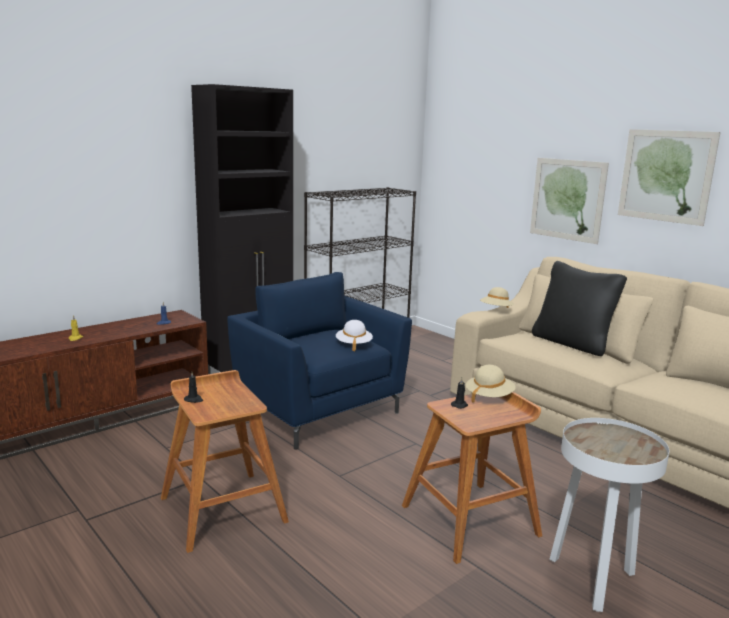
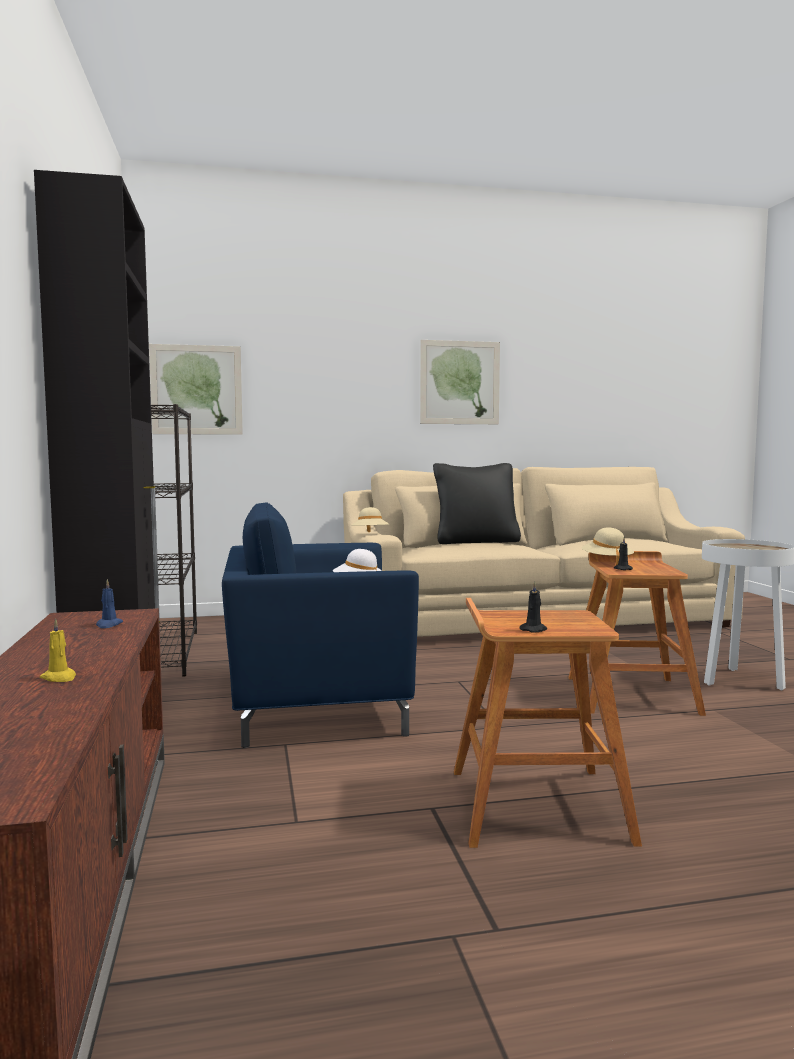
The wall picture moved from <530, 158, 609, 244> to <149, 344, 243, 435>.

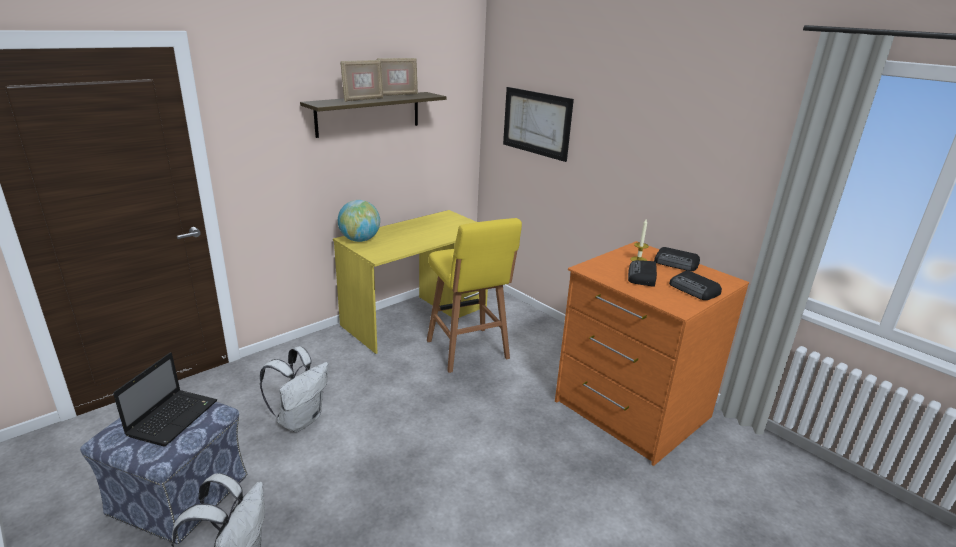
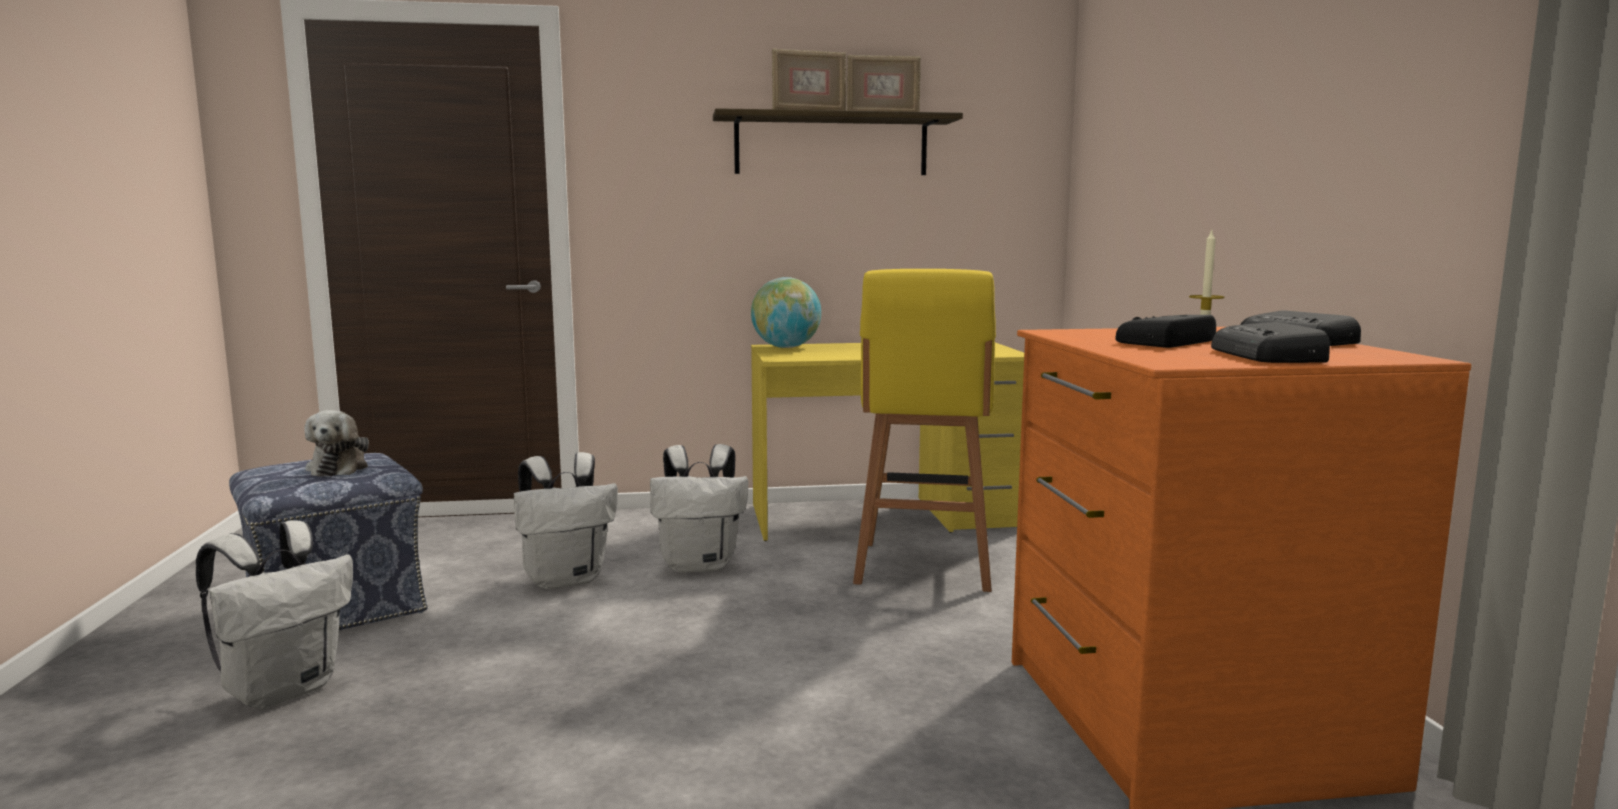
The portable computer at <113, 353, 218, 447> was replaced by the plush toy at <305, 410, 369, 477>. The white knapsack at <650, 444, 748, 573> appeared. The wall picture at <503, 87, 574, 162> disappeared.

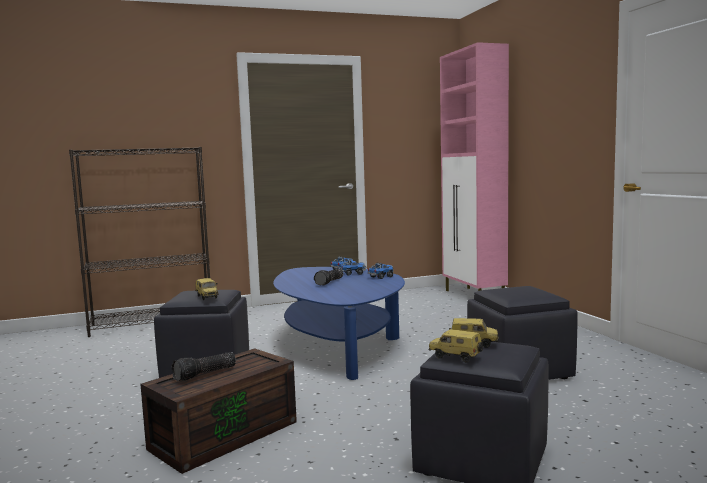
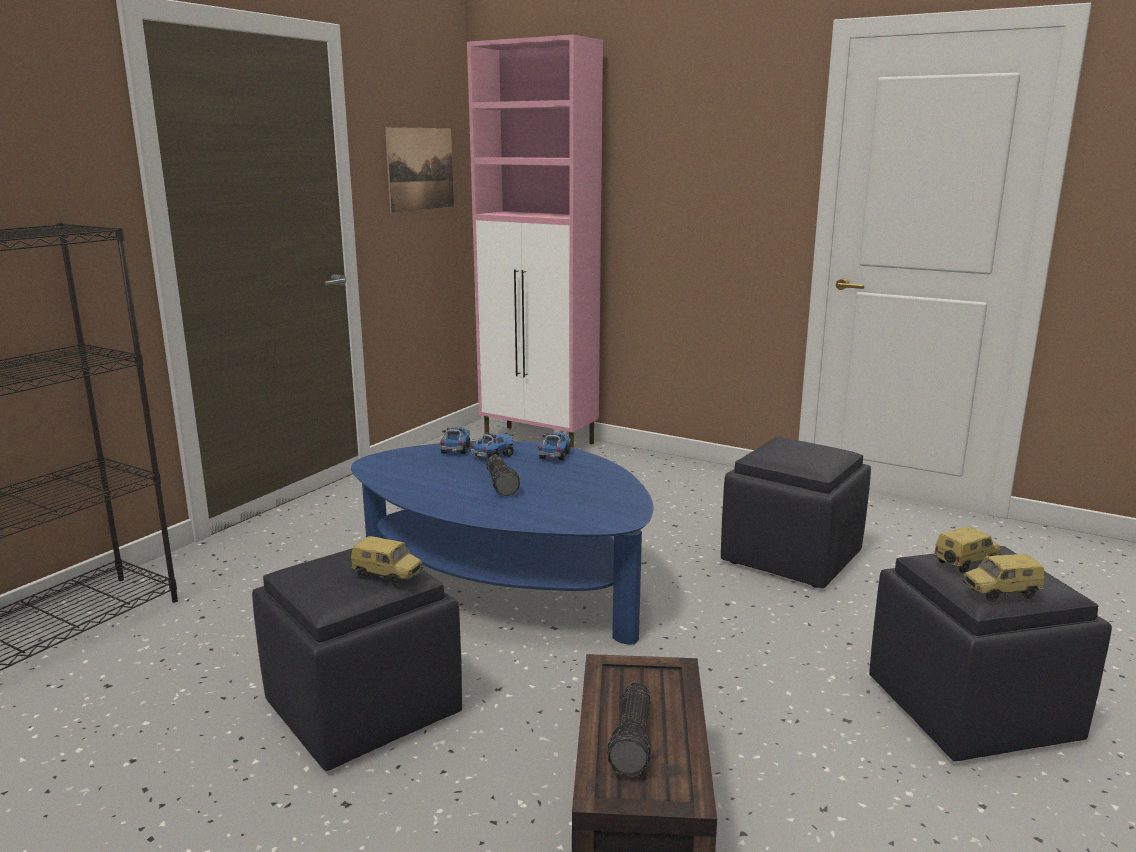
The wall picture at <385, 127, 454, 213> appeared.

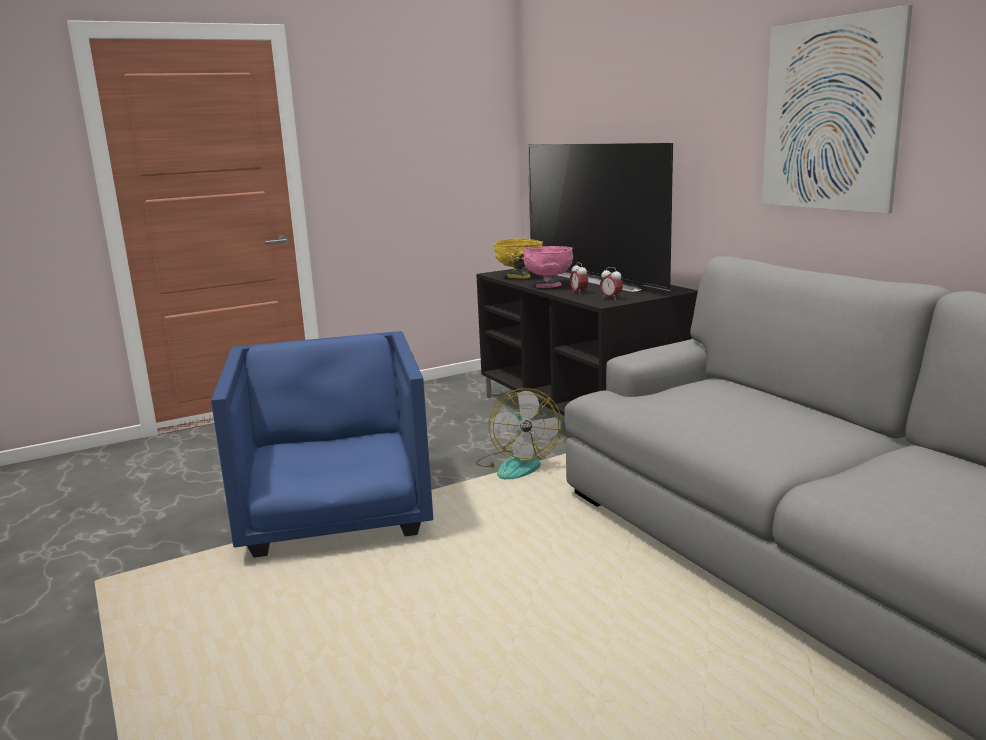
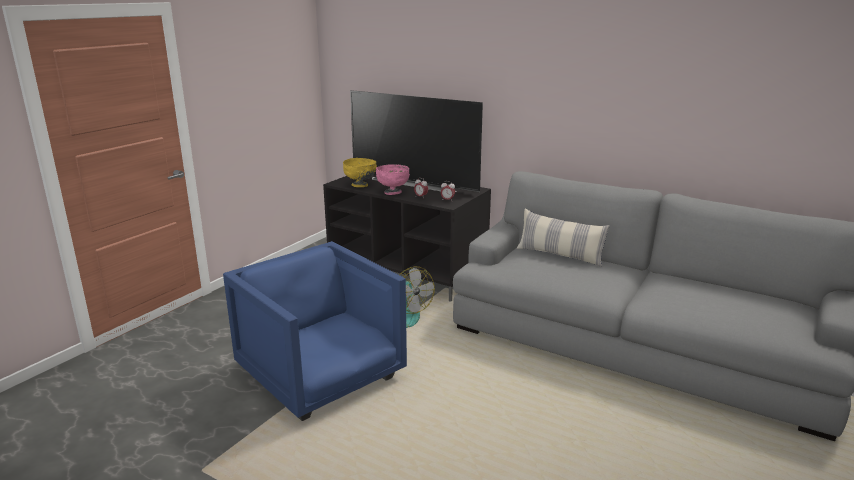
The pillow at <517, 209, 610, 267> appeared. The wall picture at <762, 5, 912, 214> disappeared.

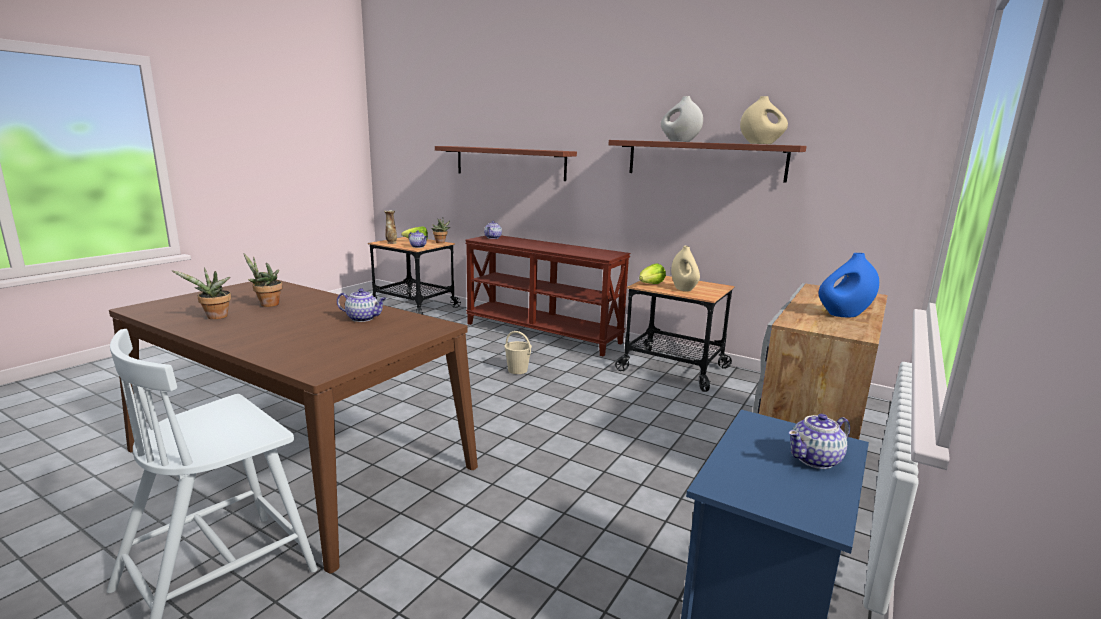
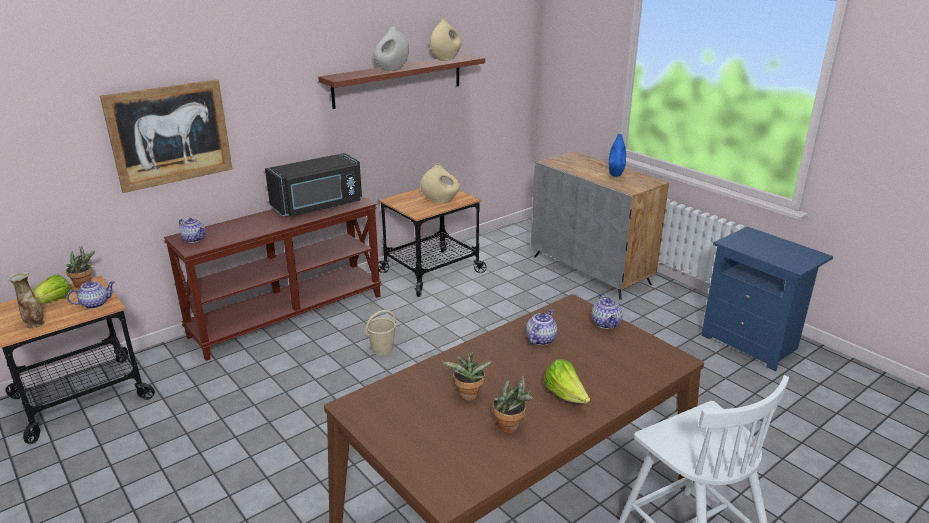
The shelf at <435, 146, 577, 181> was replaced by the wall picture at <100, 79, 232, 193>. The black microwave at <265, 153, 362, 217> appeared. The lettuce moved from <639, 263, 666, 284> to <544, 359, 590, 404>. The tea pot moved from <789, 414, 850, 469> to <592, 294, 623, 329>.

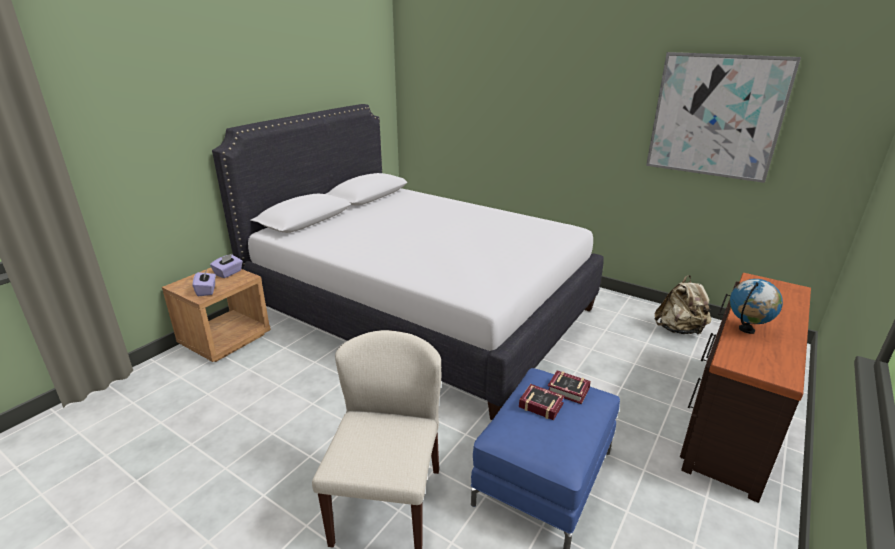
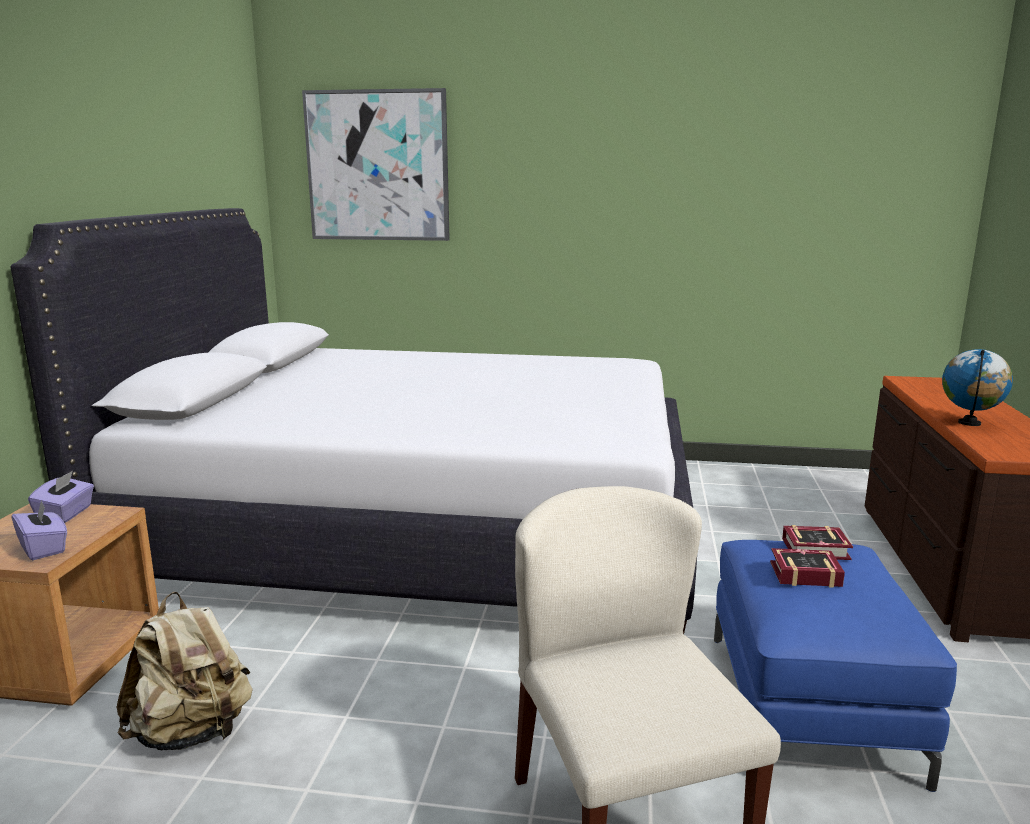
The sand-coloured knapsack moved from <654, 275, 711, 335> to <117, 592, 253, 750>. The wall picture moved from <646, 52, 801, 183> to <302, 88, 450, 241>.

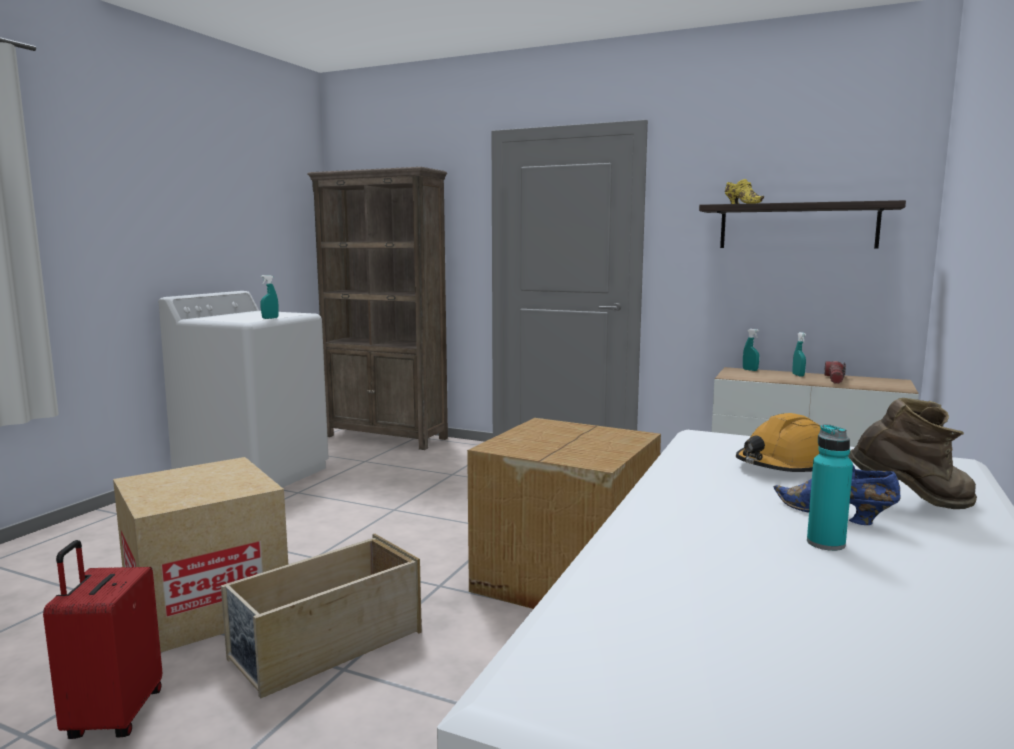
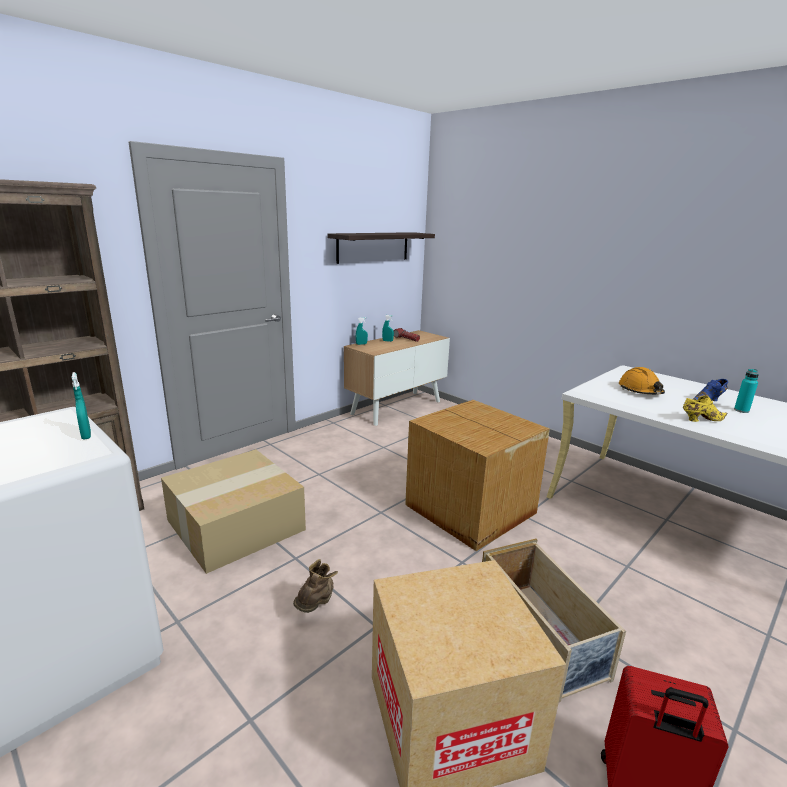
The cardboard box at <161, 449, 306, 574> appeared. The brownish high-top boot moved from <848, 398, 977, 509> to <293, 559, 338, 613>. The yellow shoe moved from <725, 179, 764, 204> to <683, 396, 728, 422>.

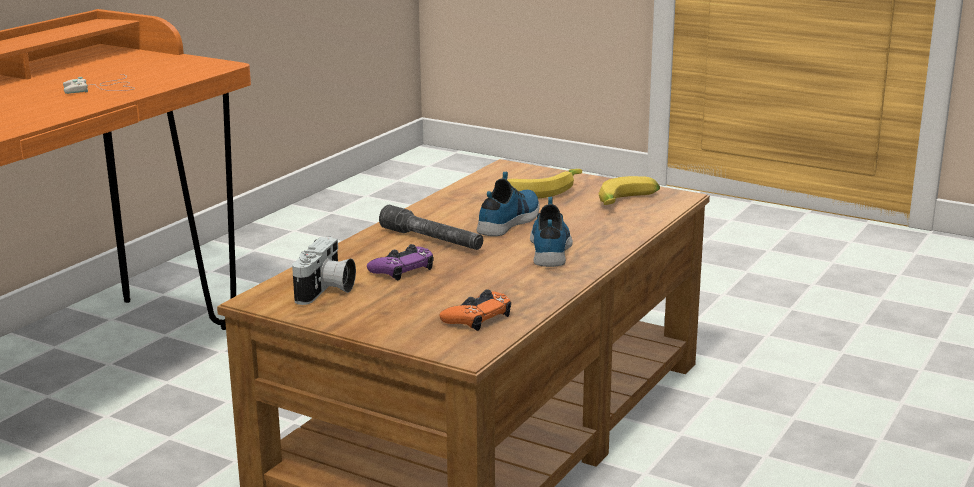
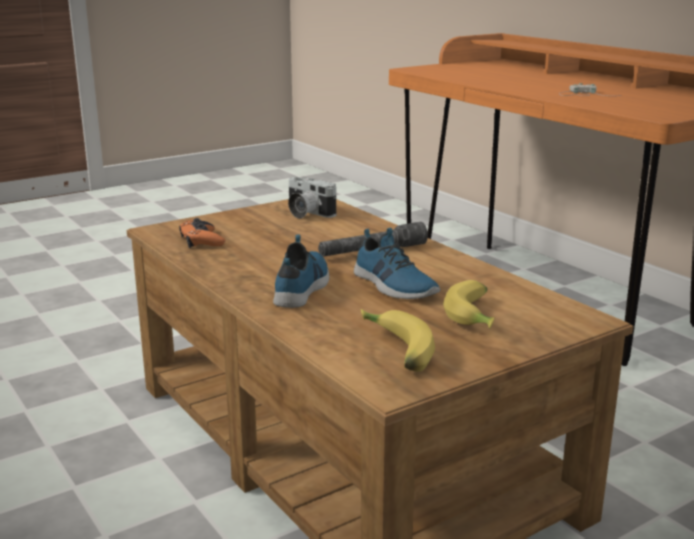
The shoe at <530, 197, 573, 267> turned 105 degrees counterclockwise. The purplish gamepad at <367, 244, 434, 280> disappeared.

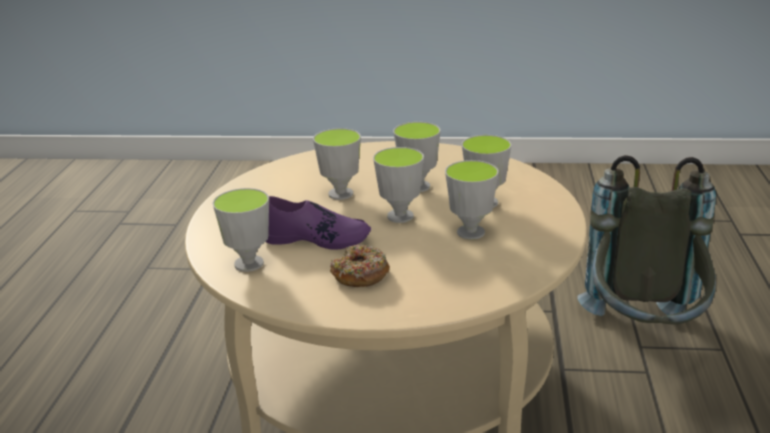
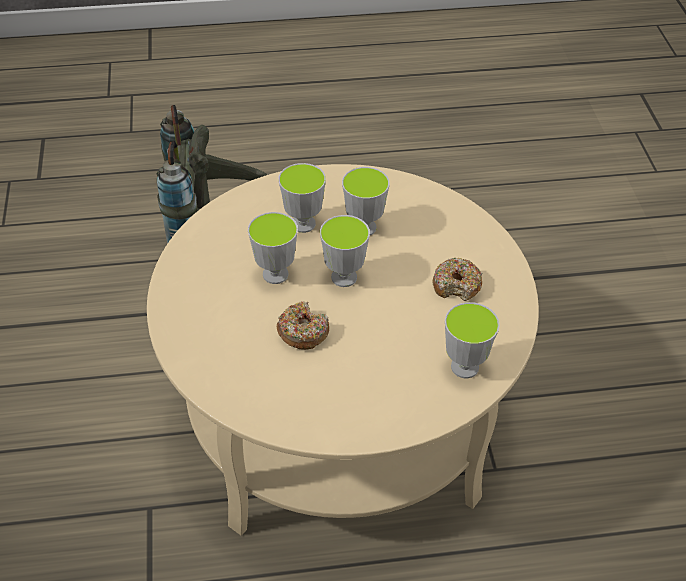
The cup at <313, 128, 361, 200> was replaced by the doughnut at <277, 301, 329, 350>. The purplish shoe at <266, 196, 371, 250> disappeared.

